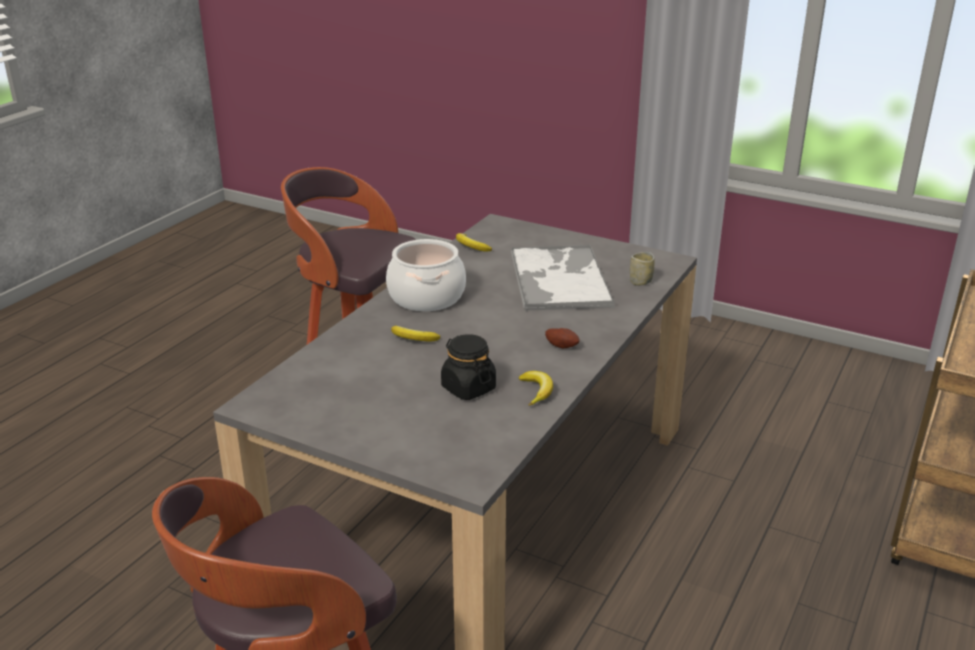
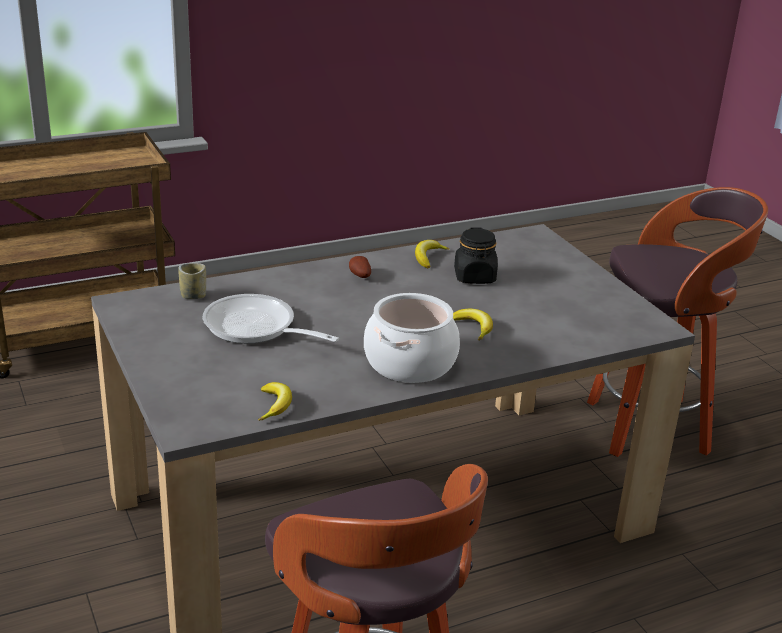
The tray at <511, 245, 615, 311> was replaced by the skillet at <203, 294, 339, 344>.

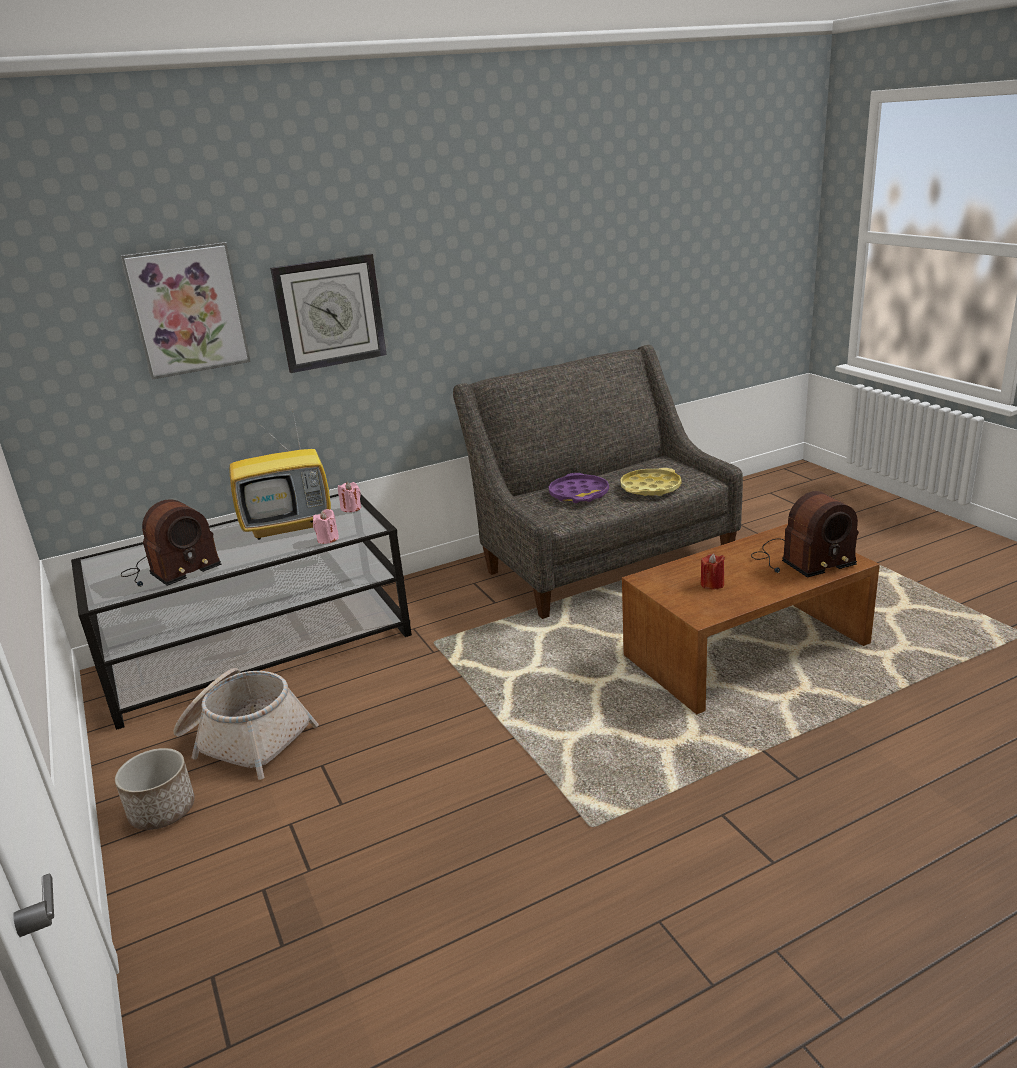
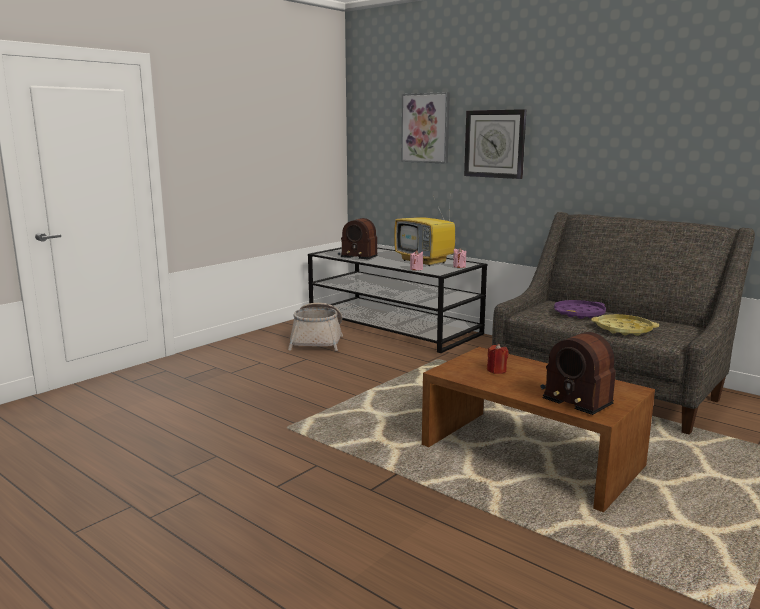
The planter at <115, 748, 195, 830> disappeared.

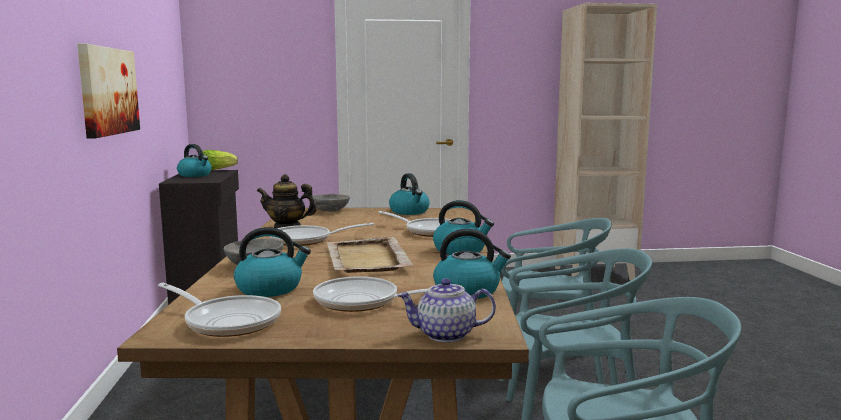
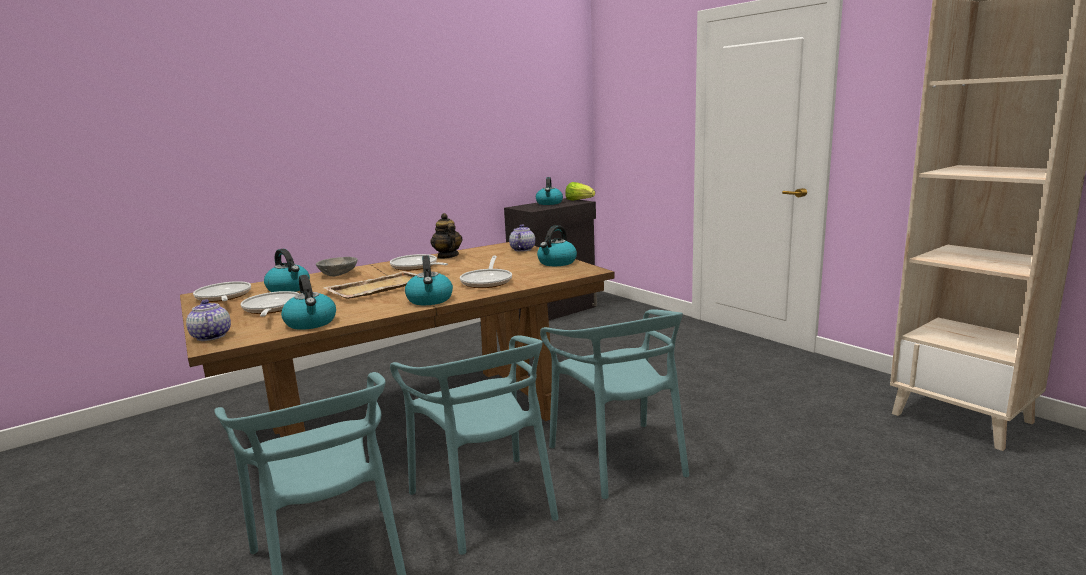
The skillet at <158, 283, 281, 337> turned 150 degrees clockwise. The greyish deep dish at <312, 194, 350, 212> was replaced by the tea pot at <509, 224, 535, 252>. The wall picture at <77, 44, 140, 139> disappeared.

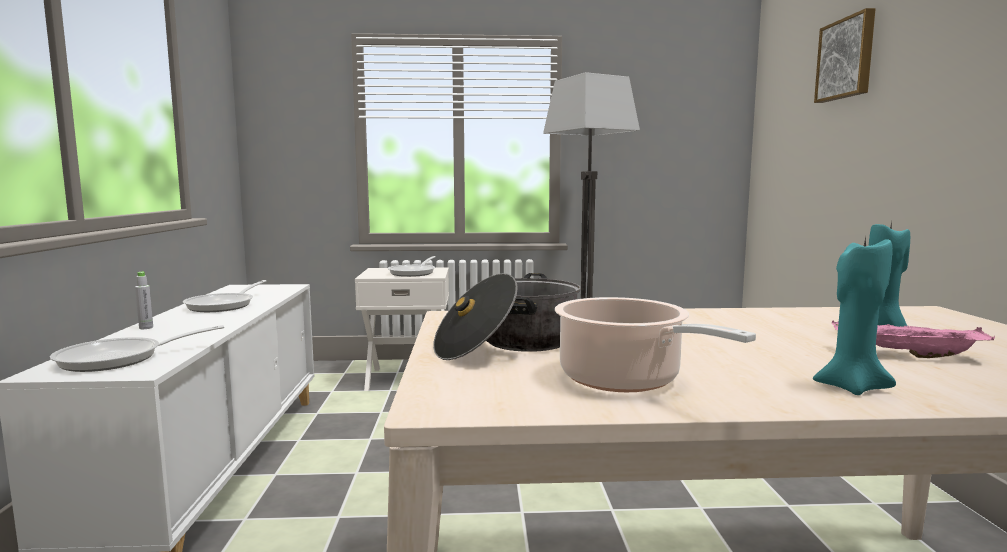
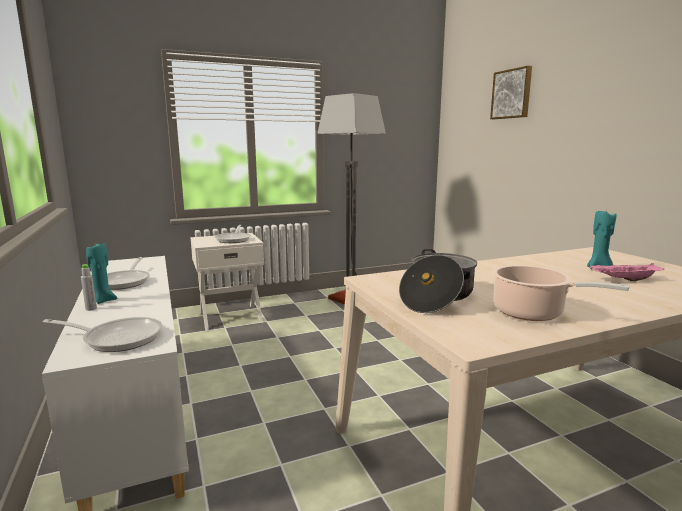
The skillet at <50, 325, 224, 372> turned 120 degrees counterclockwise. The turquoise-coloured wax light moved from <813, 236, 896, 395> to <86, 243, 117, 304>.

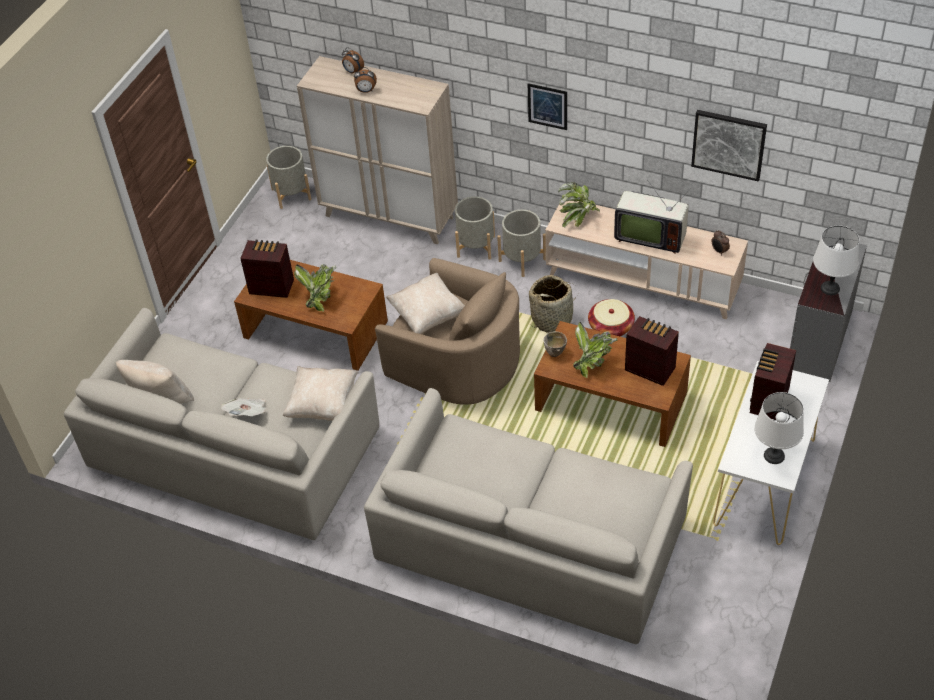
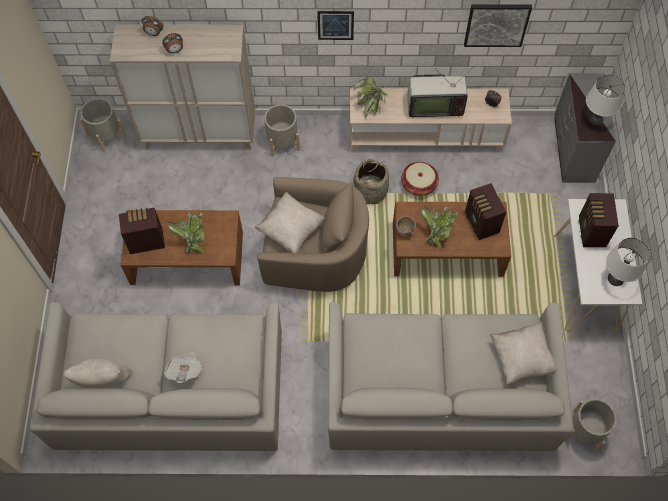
The radio receiver at <625, 316, 679, 386> turned 120 degrees counterclockwise. The sand-coloured pillow moved from <283, 366, 359, 421> to <490, 322, 558, 385>. The greyish planter moved from <497, 209, 546, 277> to <566, 399, 617, 452>.

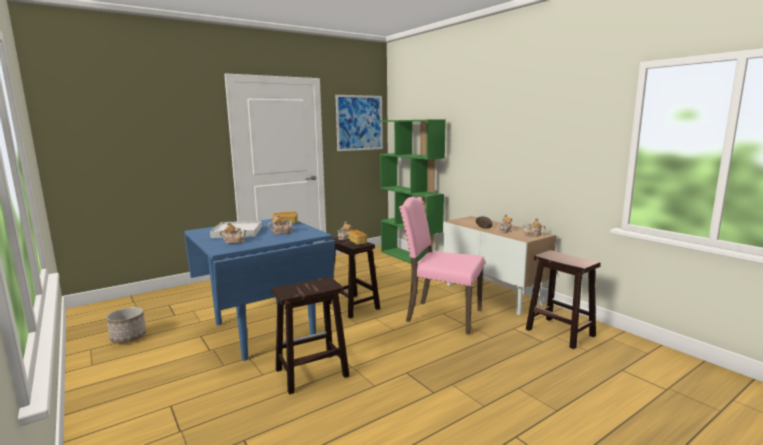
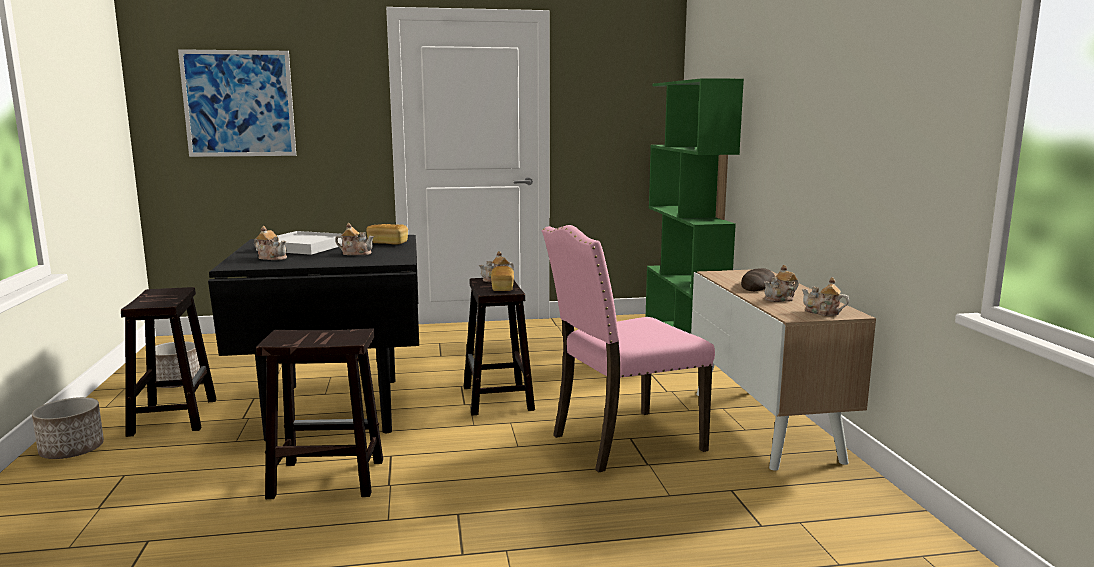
The planter at <32, 397, 104, 459> appeared. The brownish stool moved from <526, 250, 601, 349> to <121, 287, 216, 437>. The wall picture moved from <336, 95, 383, 151> to <178, 49, 296, 157>. The bluish dinner table at <184, 219, 335, 361> became the black dinner table at <208, 235, 419, 441>. The pink-coloured plain chair at <399, 197, 485, 335> turned 75 degrees counterclockwise.

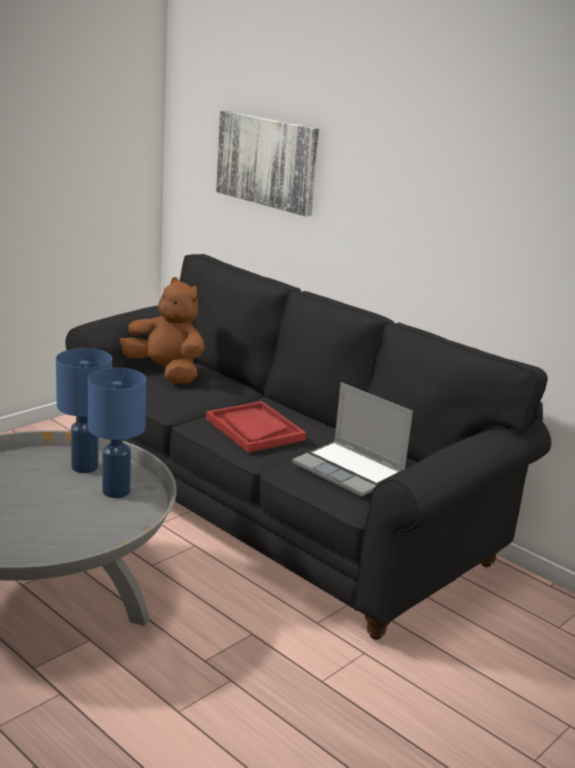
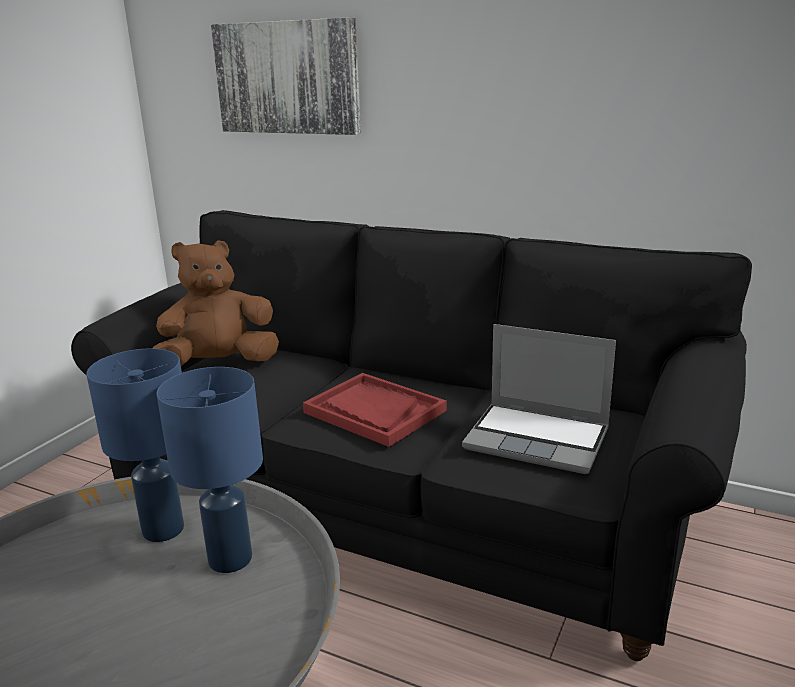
The brownish plush toy at <120, 277, 204, 384> turned 45 degrees counterclockwise.

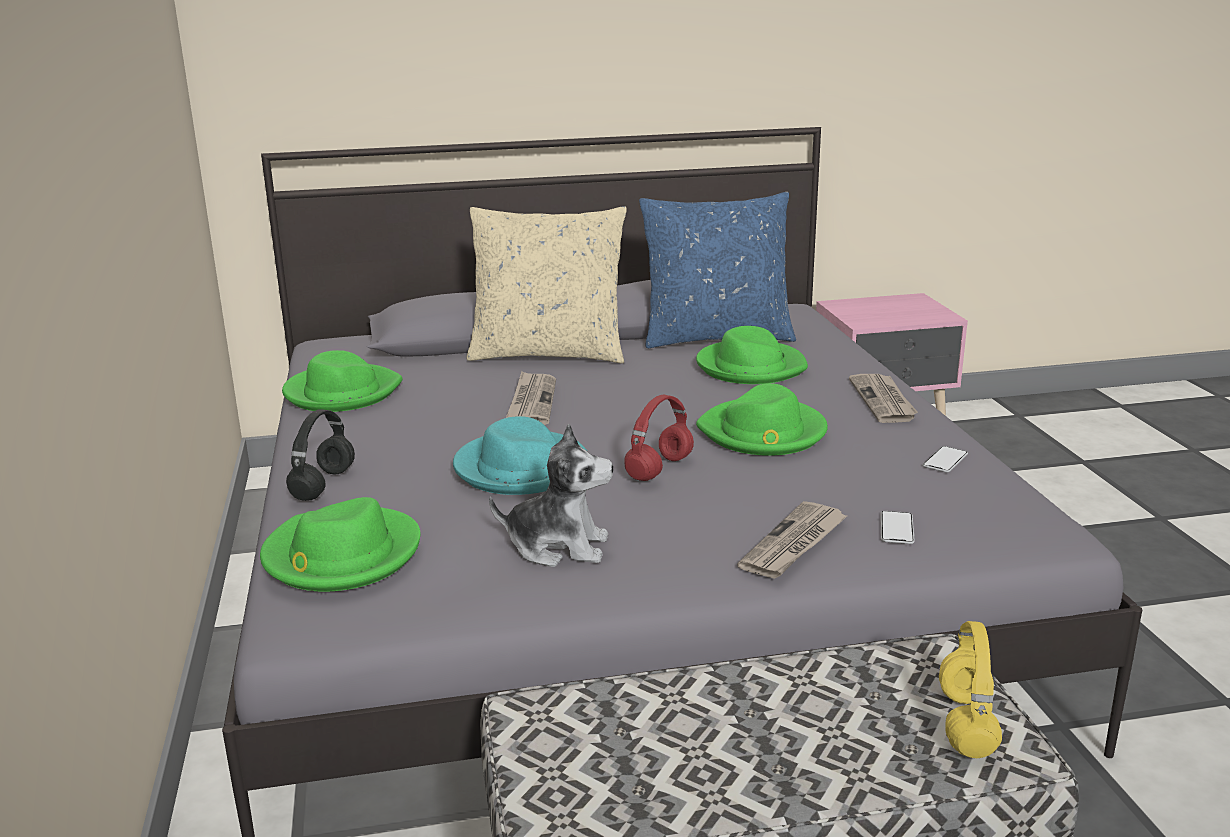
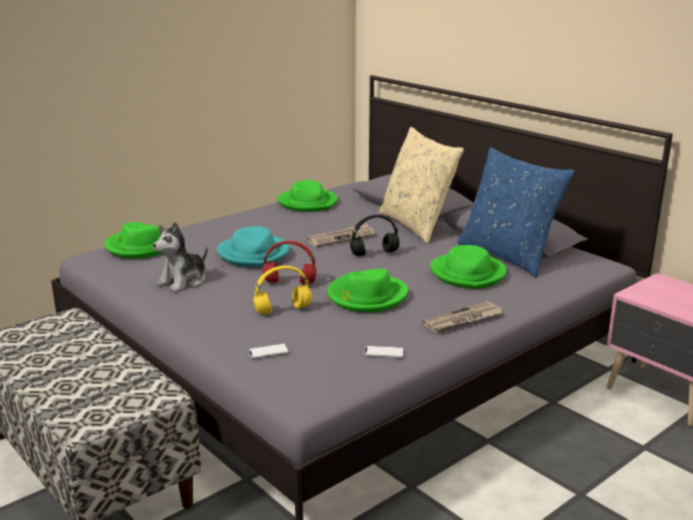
The plush toy at <489, 424, 613, 567> turned 60 degrees clockwise. The yellow headset moved from <939, 621, 1002, 758> to <253, 266, 312, 314>. The black headset moved from <286, 409, 355, 501> to <350, 215, 400, 256>. The printed paper at <737, 501, 847, 579> disappeared.

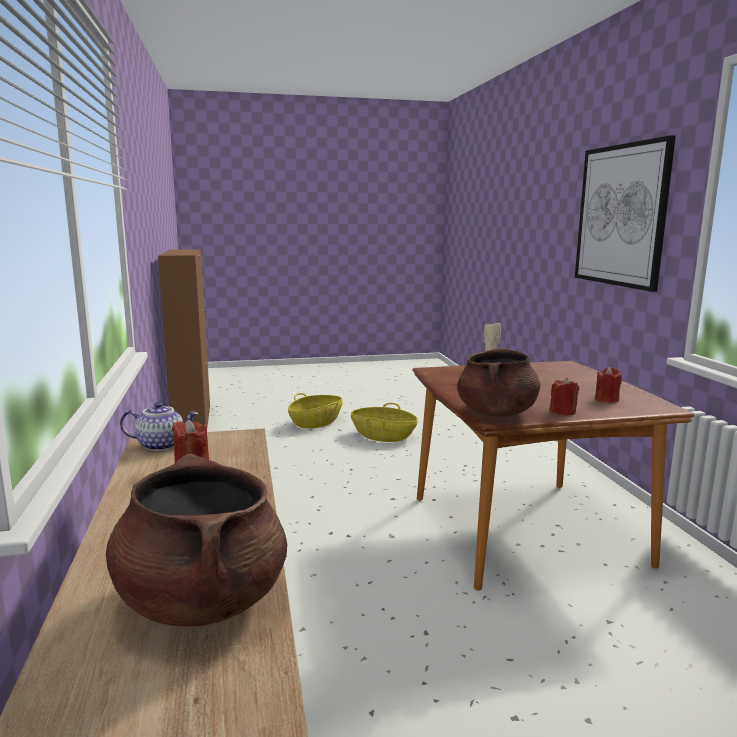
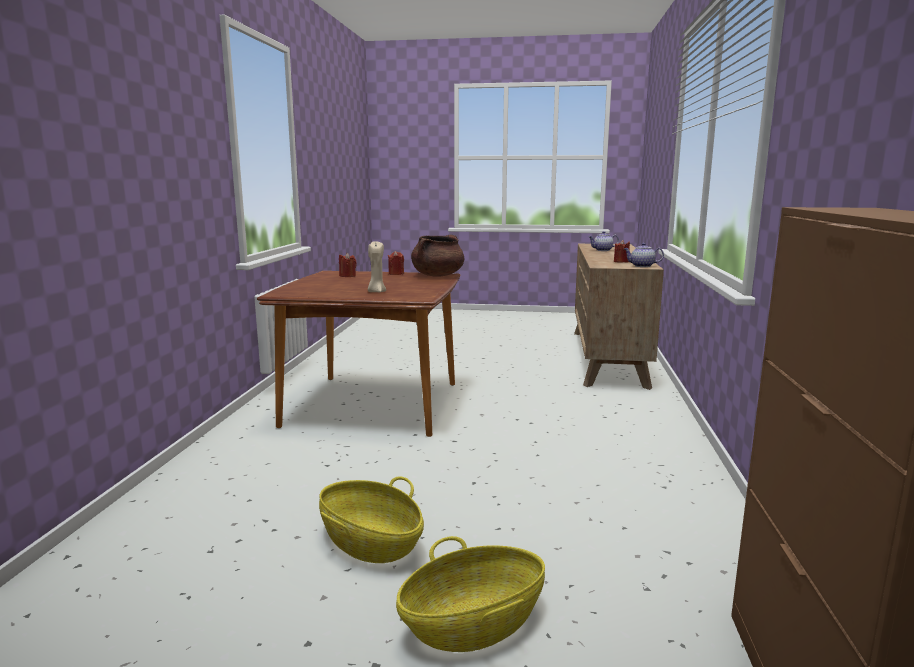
The brownish saucepot at <106, 454, 287, 627> was replaced by the tea pot at <588, 231, 619, 251>. The wall picture at <575, 135, 676, 292> disappeared.

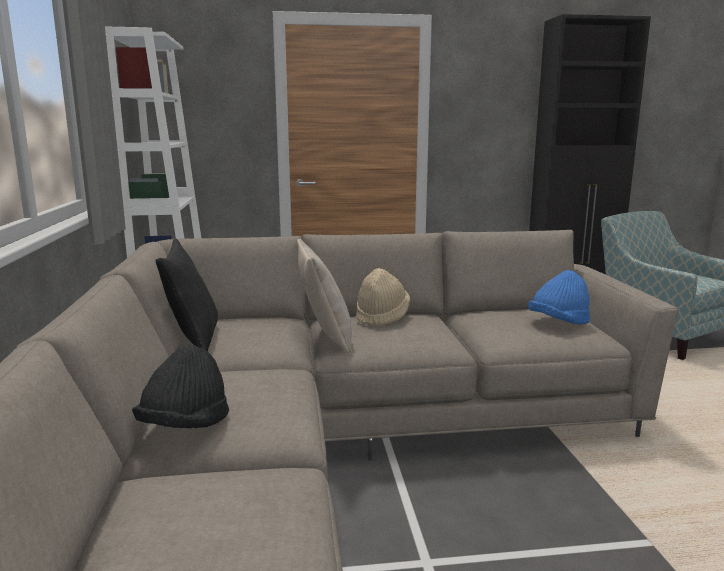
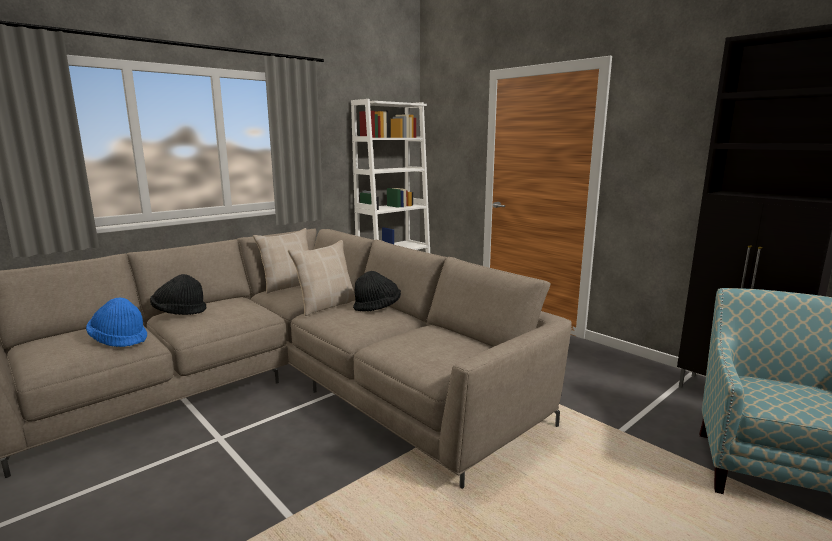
The bluish hat moved from <528, 270, 590, 324> to <86, 297, 147, 347>. The black pillow at <155, 239, 218, 352> became the sand-coloured pillow at <253, 228, 309, 294>. The sand-coloured hat at <356, 268, 410, 327> became the black hat at <353, 271, 401, 311>.

